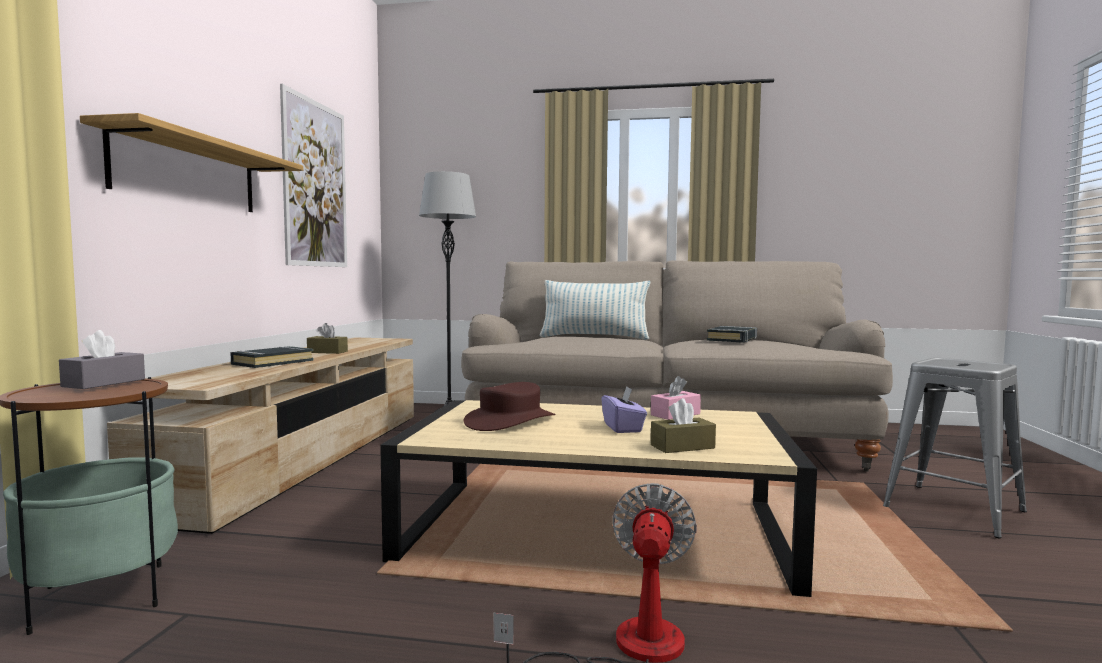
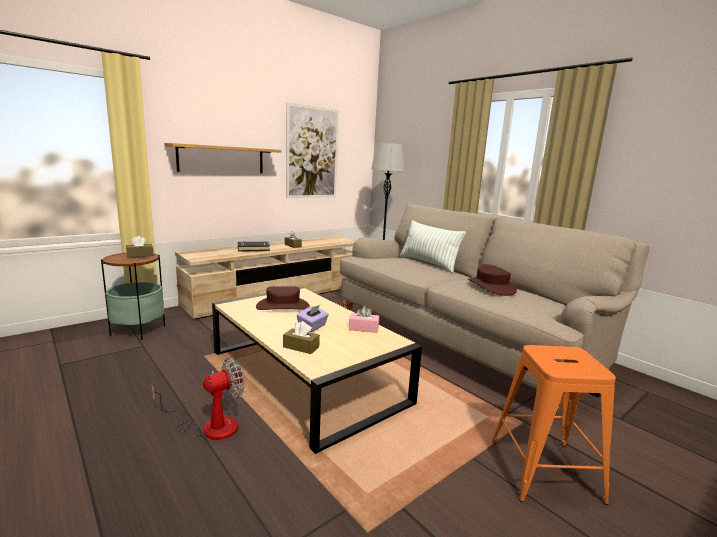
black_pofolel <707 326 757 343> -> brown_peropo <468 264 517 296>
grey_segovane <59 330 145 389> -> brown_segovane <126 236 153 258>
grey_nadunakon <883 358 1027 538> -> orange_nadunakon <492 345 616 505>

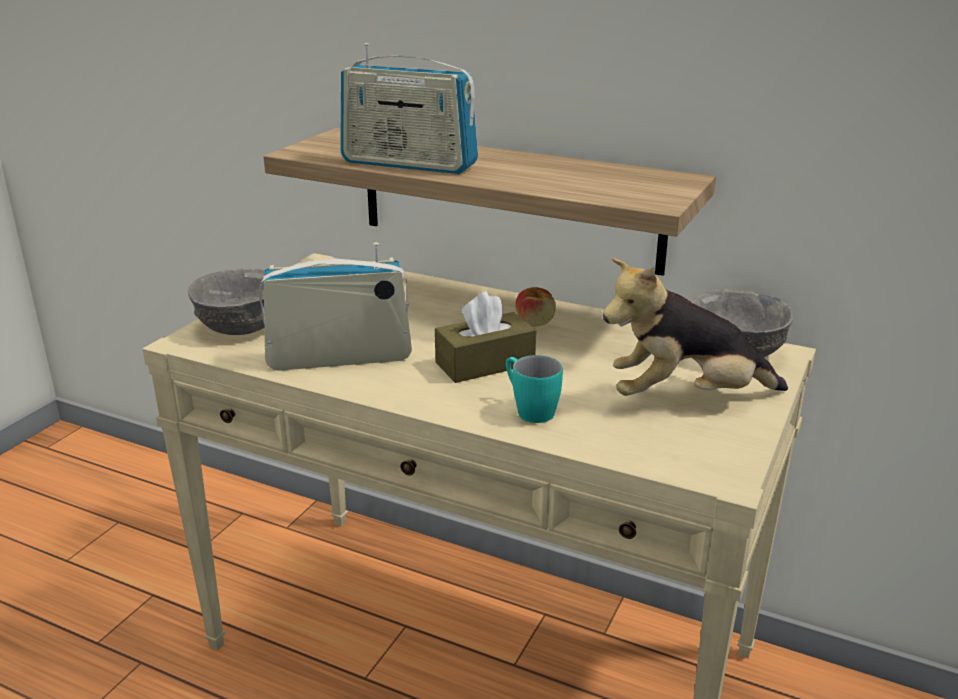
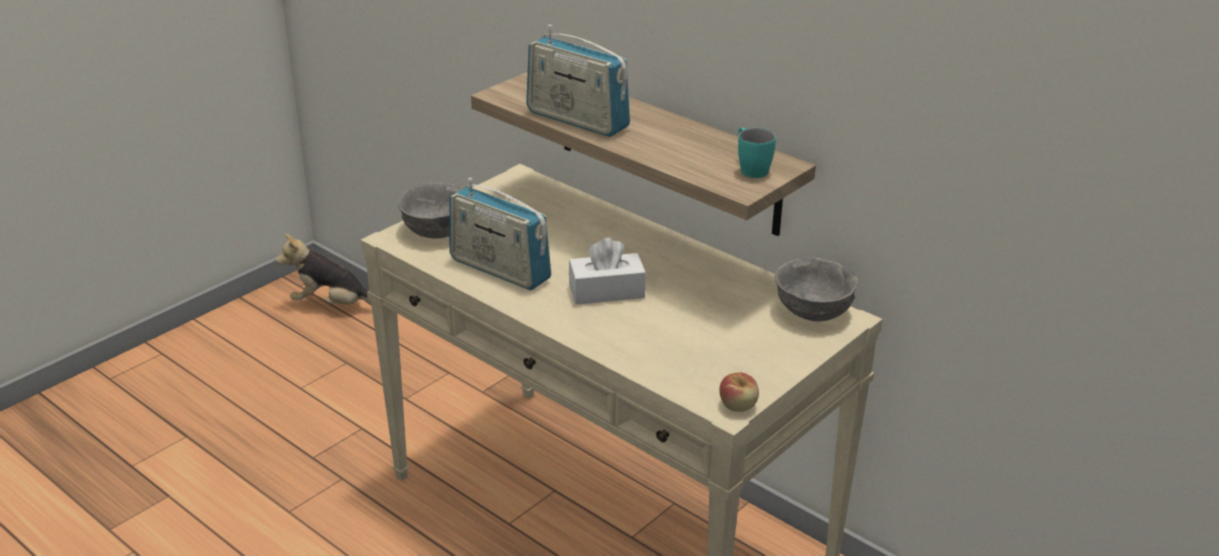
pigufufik <259 242 412 371> -> pigufufik <449 178 551 290>, 150 degrees counterclockwise
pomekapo <602 258 788 396> -> pomekapo <276 233 371 305>, shifted
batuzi <515 287 556 326> -> batuzi <719 372 759 412>, shifted
brown_segovane <435 292 536 383> -> white_segovane <569 238 646 305>
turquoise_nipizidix <506 355 563 423> -> turquoise_nipizidix <738 128 776 178>, shifted

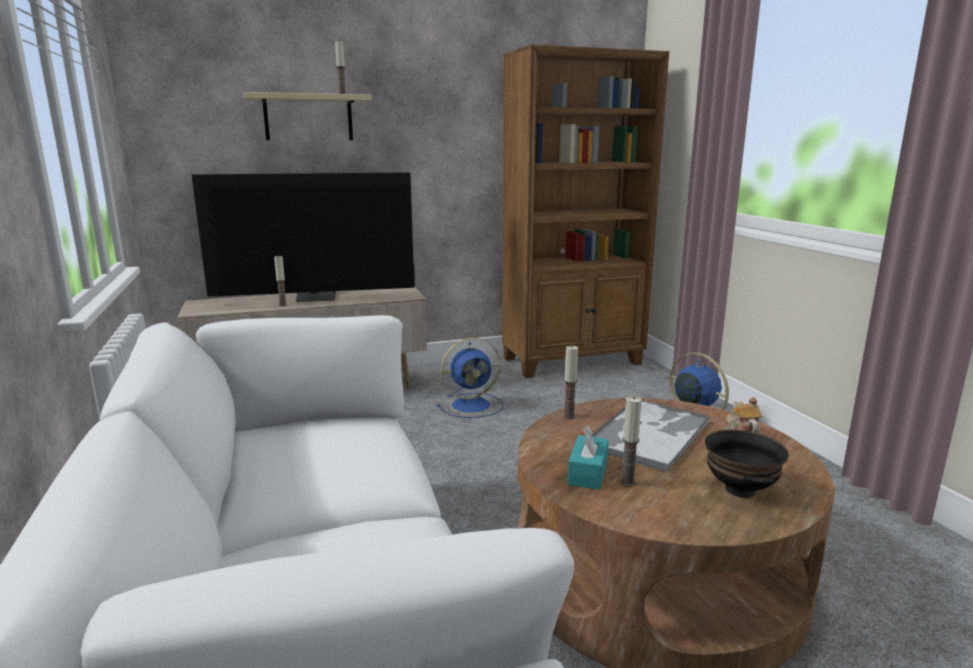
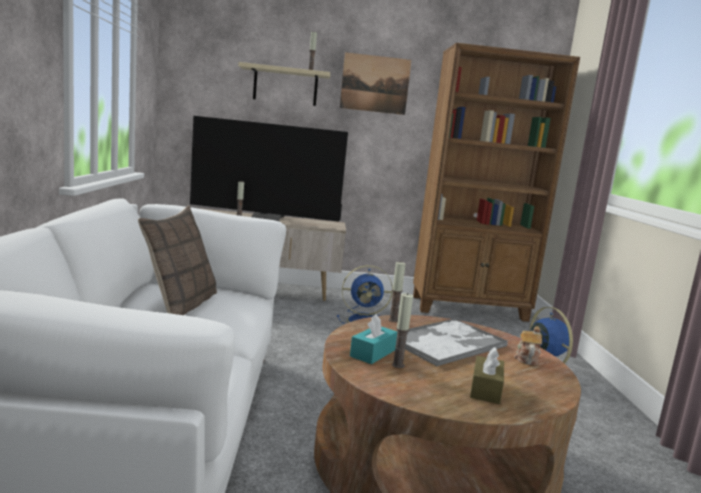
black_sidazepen <705 429 789 498> -> brown_segovane <470 347 504 404>
none -> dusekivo <340 52 411 115>
none -> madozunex <138 205 217 315>

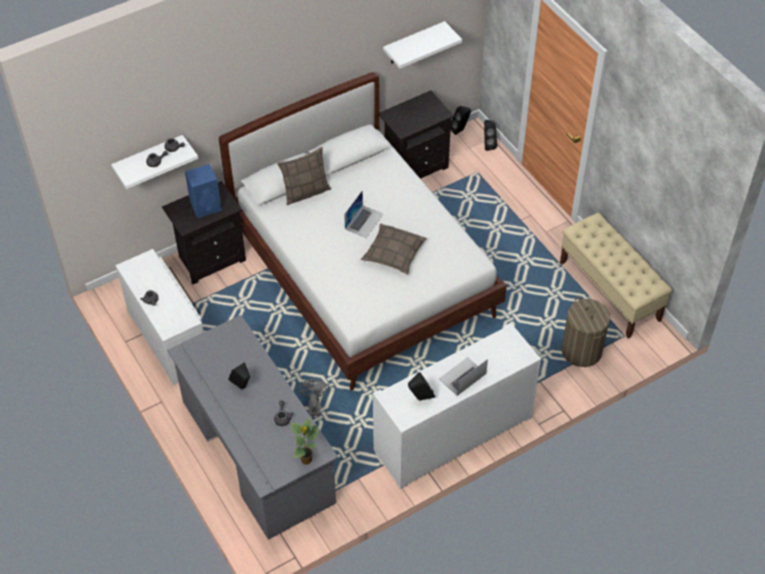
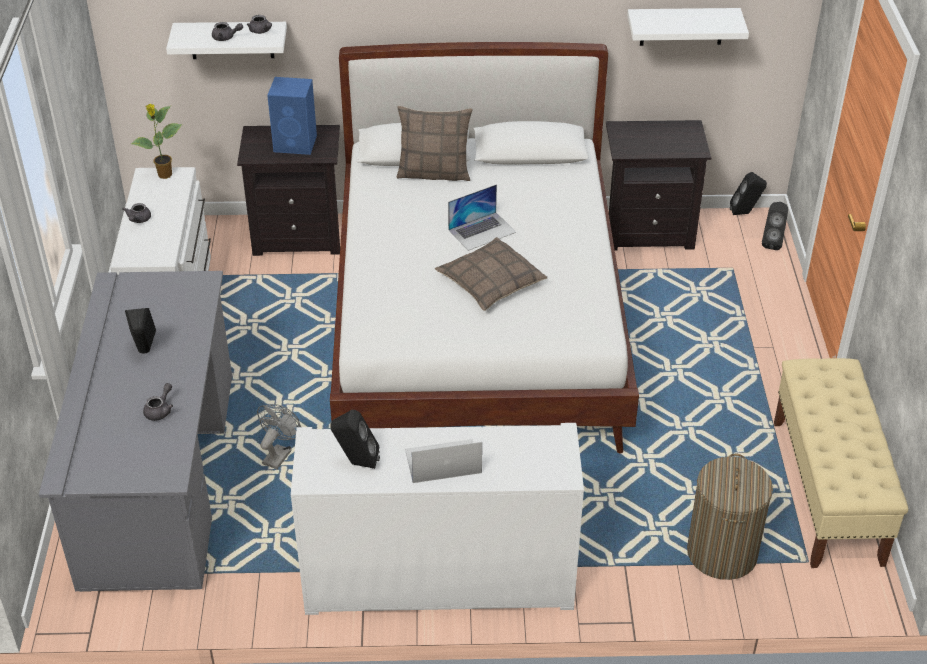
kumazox <291 418 318 465> -> kumazox <131 104 182 179>, shifted

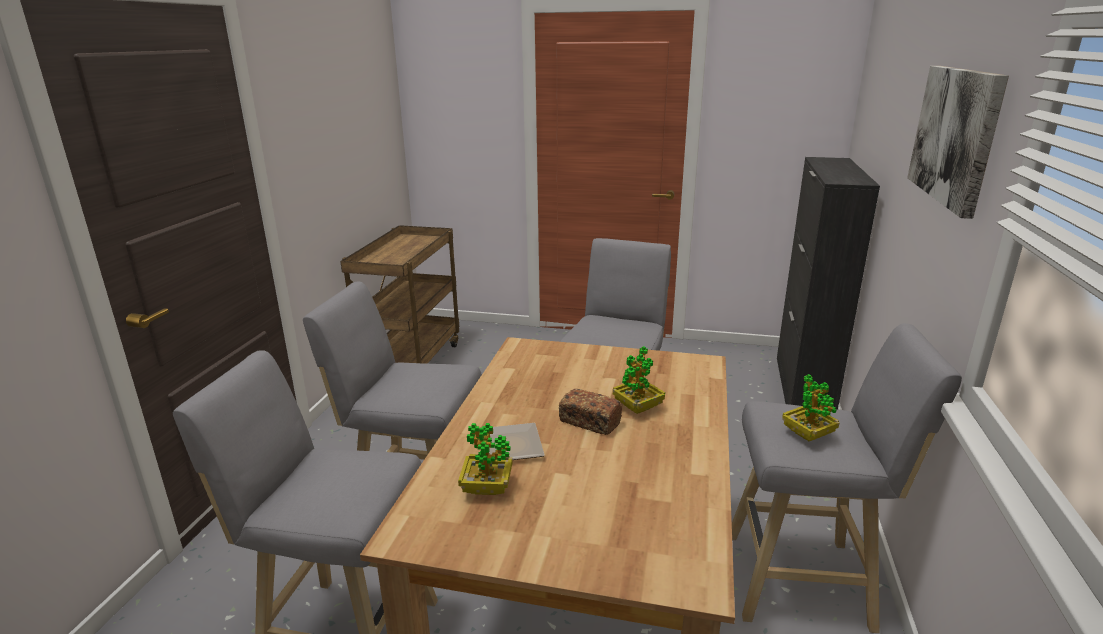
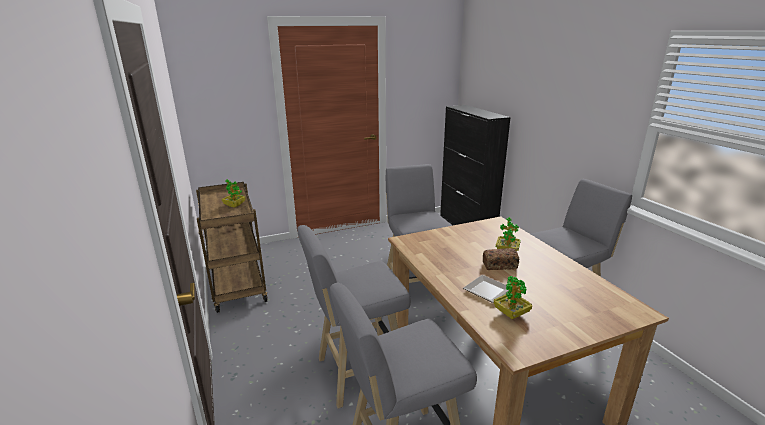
dusekivo <907 66 1009 219> -> none
kumazox <782 374 839 441> -> kumazox <222 179 246 208>, shifted

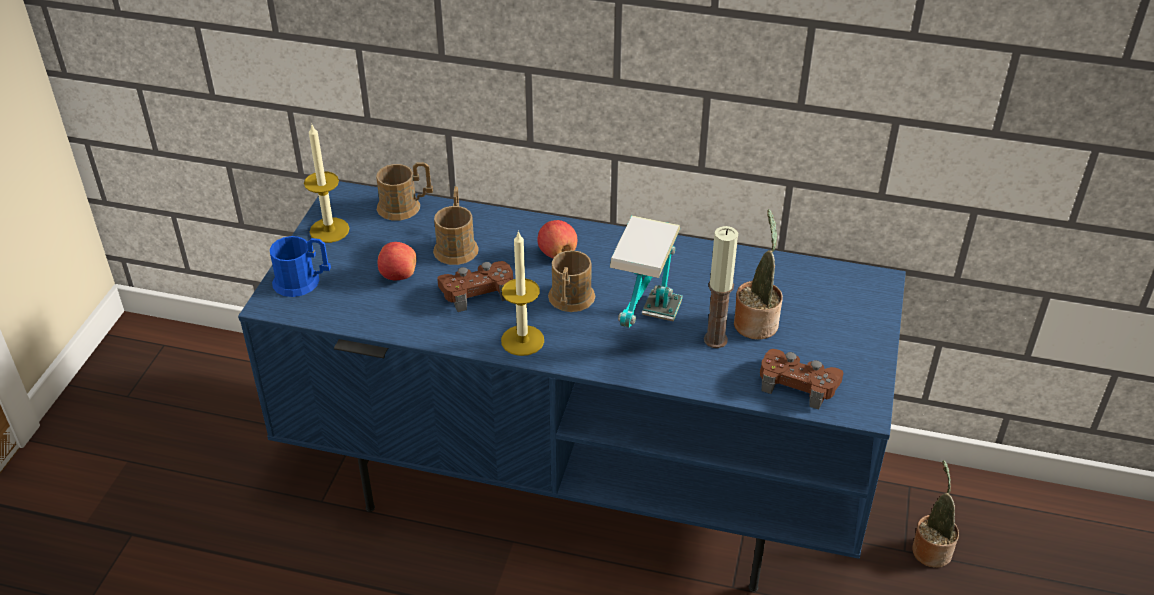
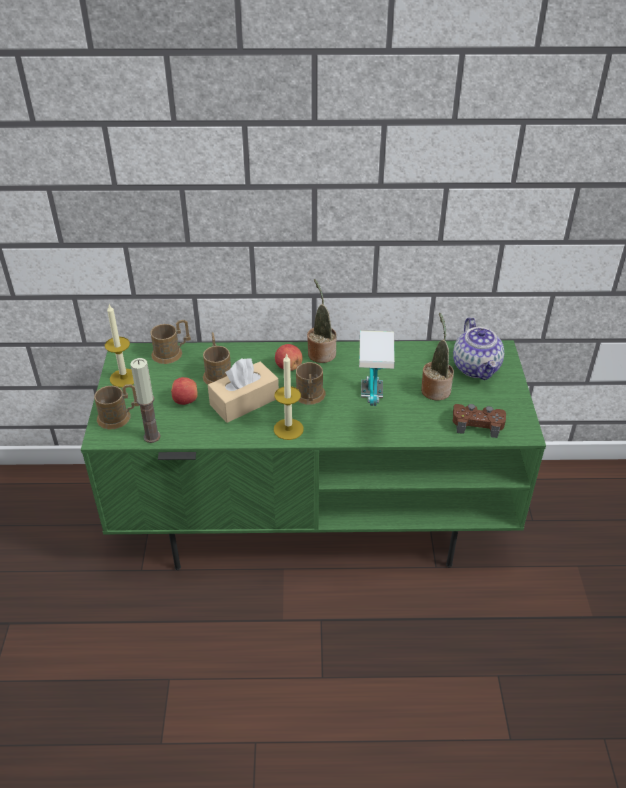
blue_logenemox <238 181 906 592> -> green_logenemox <81 340 546 570>
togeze <704 226 738 348> -> togeze <130 358 161 443>, shifted
blue_nipizidix <270 236 331 297> -> brown_nipizidix <94 384 139 430>
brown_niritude <437 261 513 312> -> beige_segovane <208 358 279 423>
kumazox <912 460 959 568> -> kumazox <307 279 337 363>, shifted
none -> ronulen <453 317 504 380>

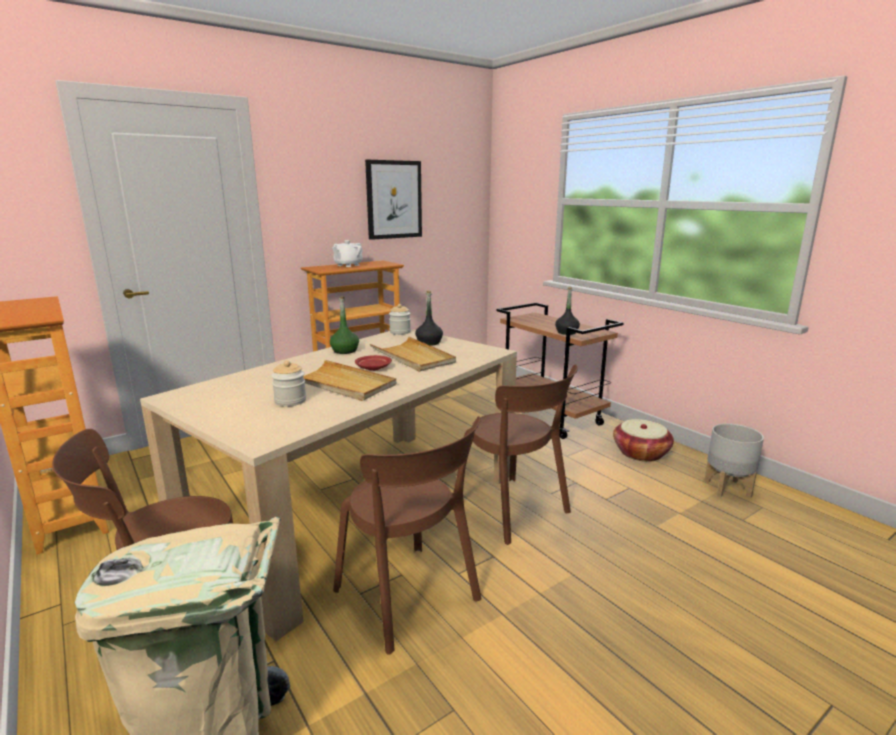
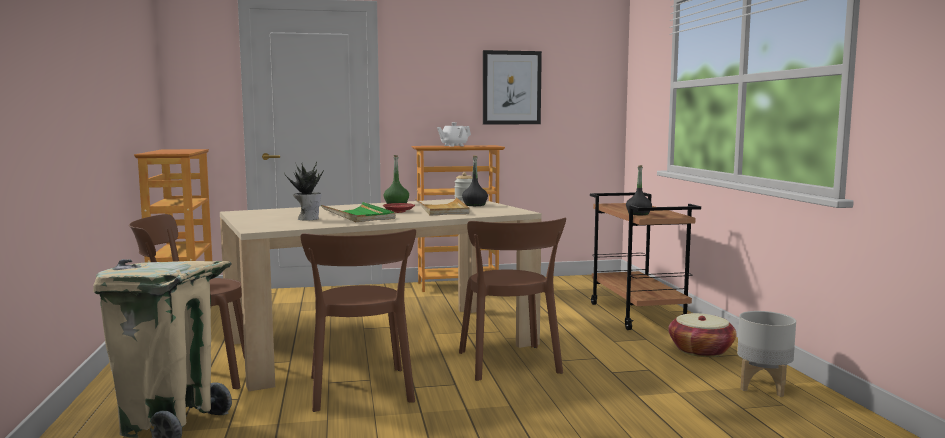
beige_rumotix <303 360 396 401> -> green_rumotix <321 202 396 222>
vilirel <272 361 306 407> -> kumazox <284 161 324 221>

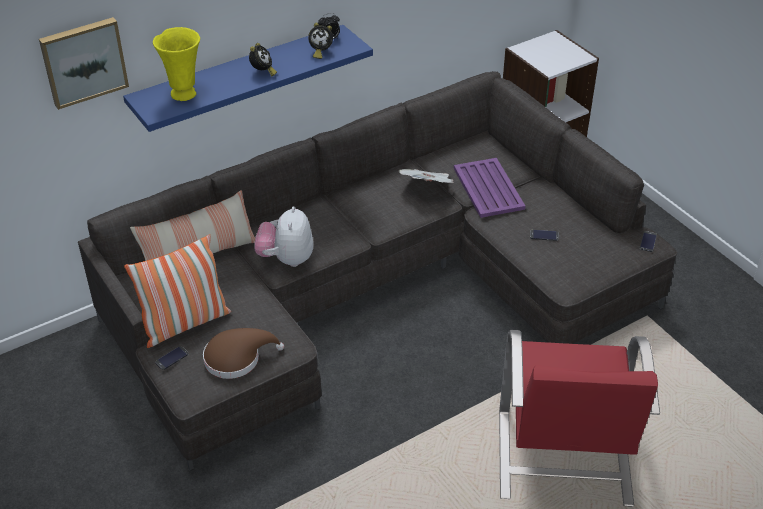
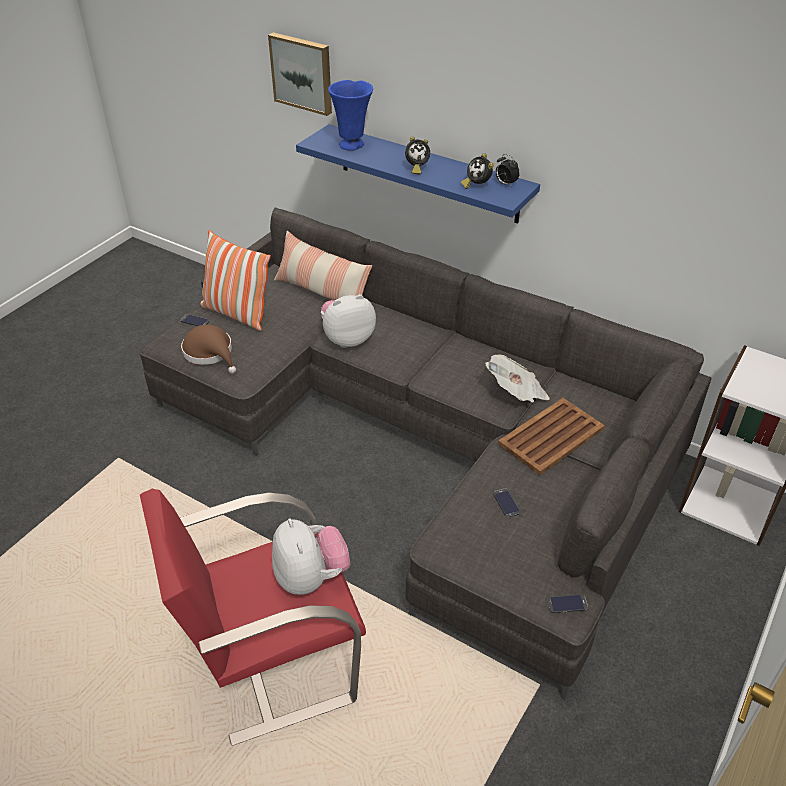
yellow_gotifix <153 27 200 101> -> blue_gotifix <328 80 373 151>
purple_rumotix <454 158 526 218> -> brown_rumotix <498 398 605 475>
none -> pomekapo <272 518 351 595>

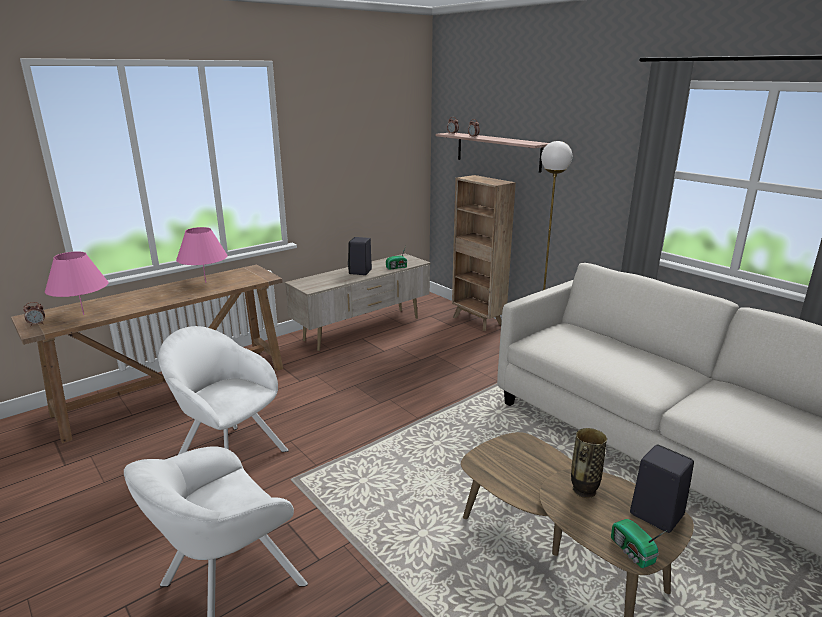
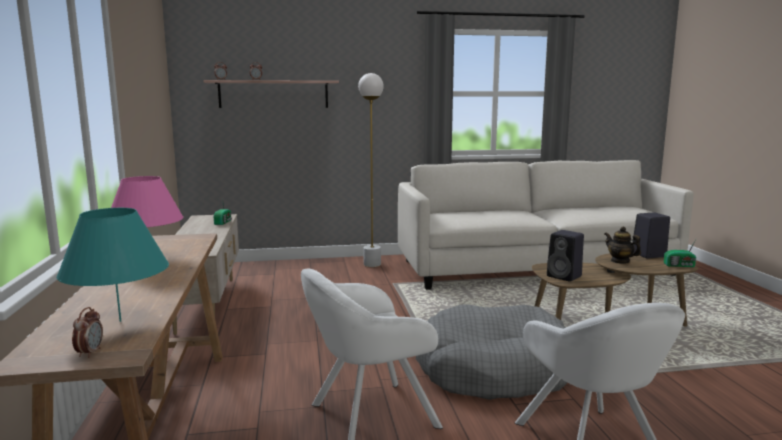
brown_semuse <452 175 516 331> -> none
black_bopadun <348 237 372 275> -> black_bopadun <547 230 584 282>, shifted
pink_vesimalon <45 252 108 315> -> turquoise_vesimalon <57 208 169 322>
gotifix <571 428 607 498> -> ronulen <605 226 641 264>
none -> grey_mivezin <416 305 567 400>

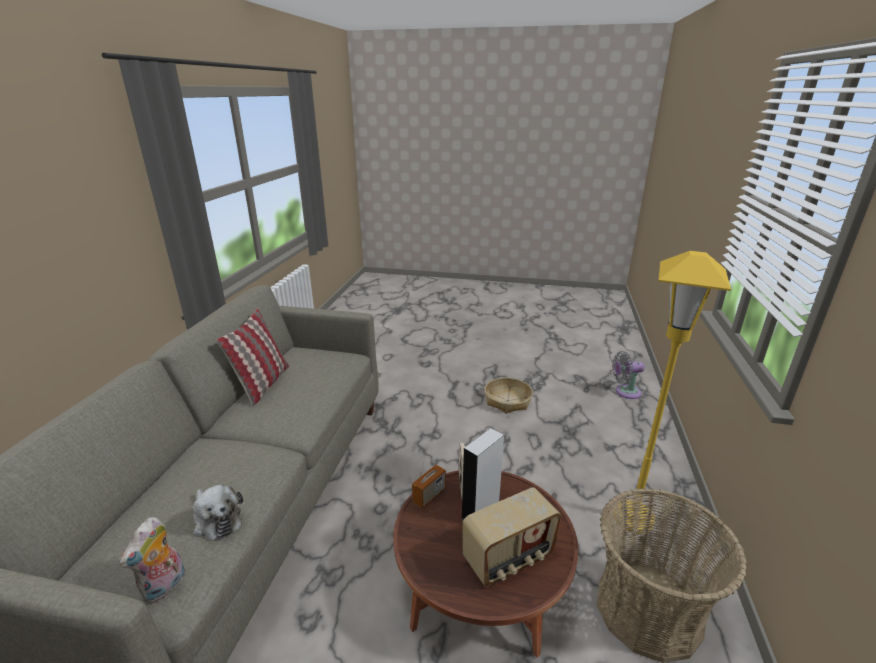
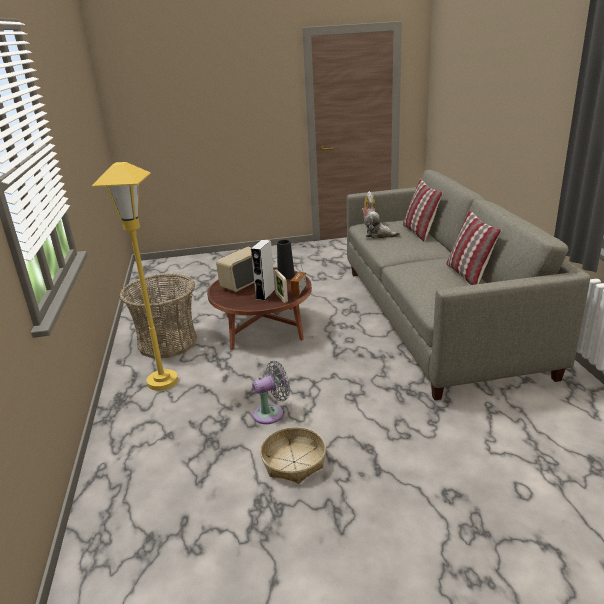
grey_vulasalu <612 351 644 399> -> grey_vulasalu <252 361 290 424>, shifted
none -> madozunex <403 179 443 241>
none -> black_gotifix <277 240 295 279>

